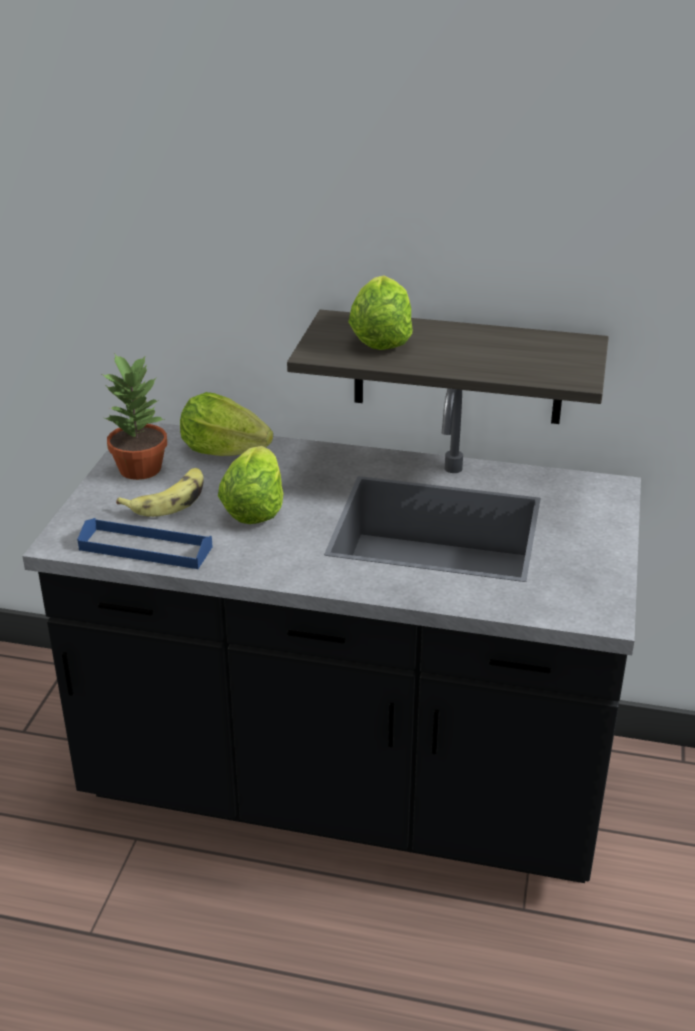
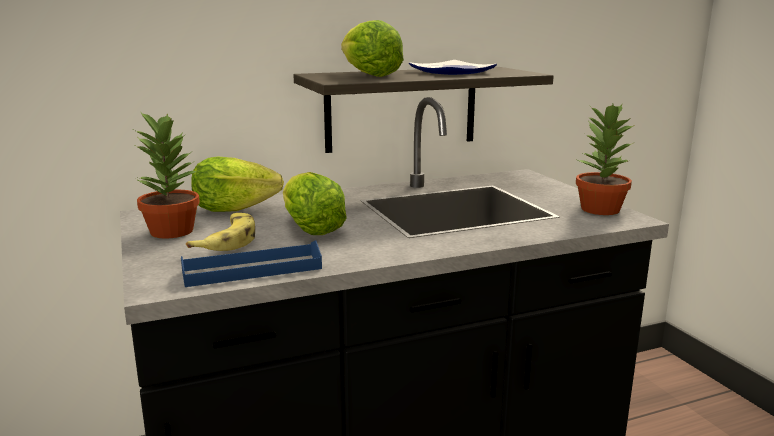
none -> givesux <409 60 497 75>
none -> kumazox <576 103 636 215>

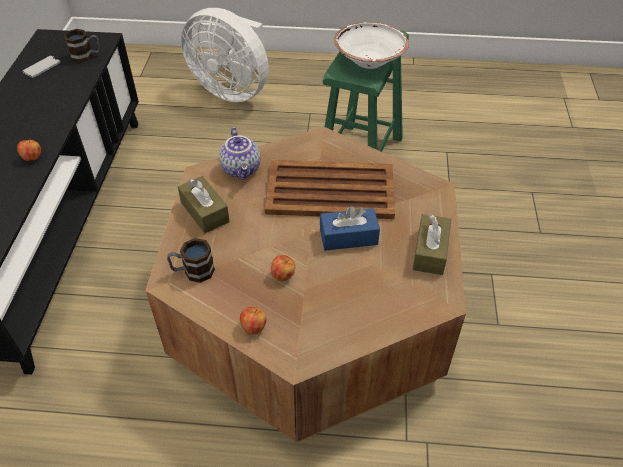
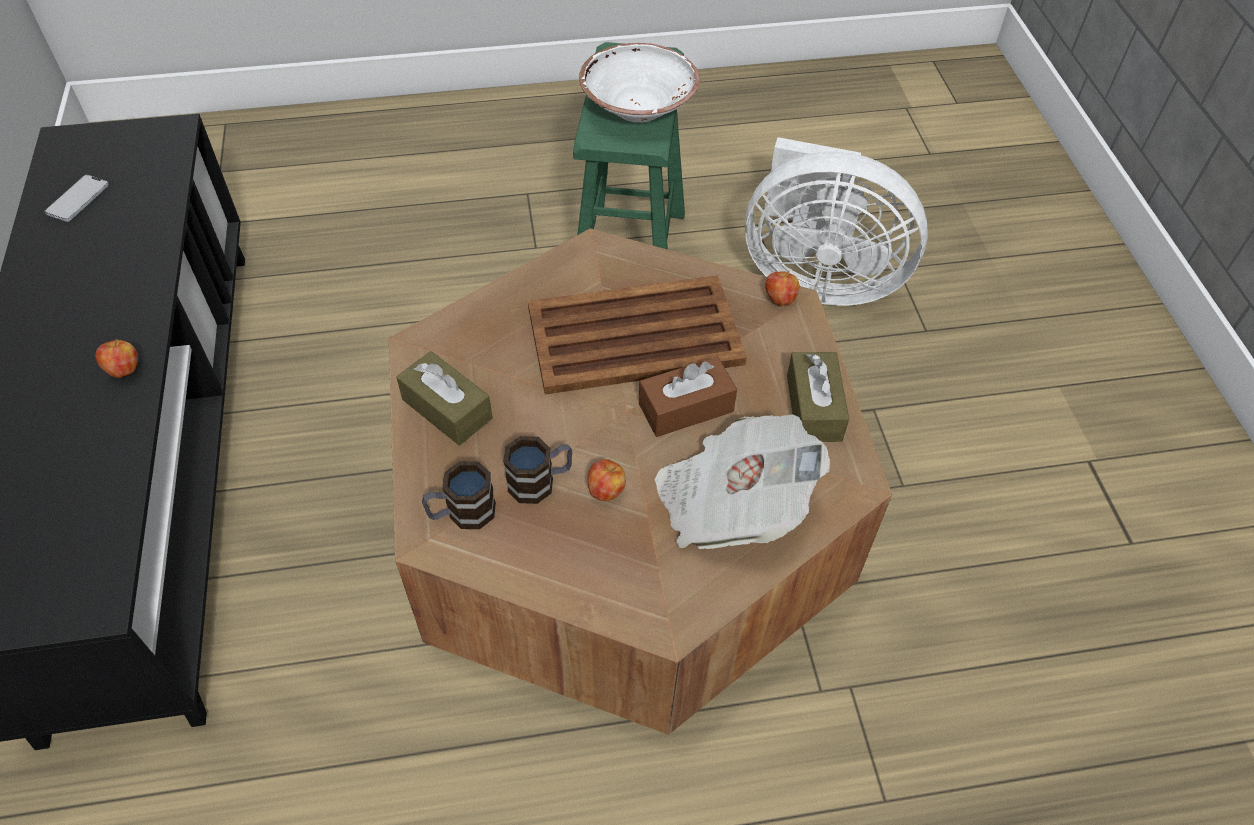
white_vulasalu <181 8 269 102> -> white_vulasalu <745 137 928 306>, shifted
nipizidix <64 29 100 63> -> nipizidix <503 436 572 504>, shifted
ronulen <219 127 261 179> -> none
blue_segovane <320 206 380 251> -> brown_segovane <639 357 737 437>
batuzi <240 307 266 335> -> batuzi <765 271 799 306>, shifted
none -> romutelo <655 414 830 549>

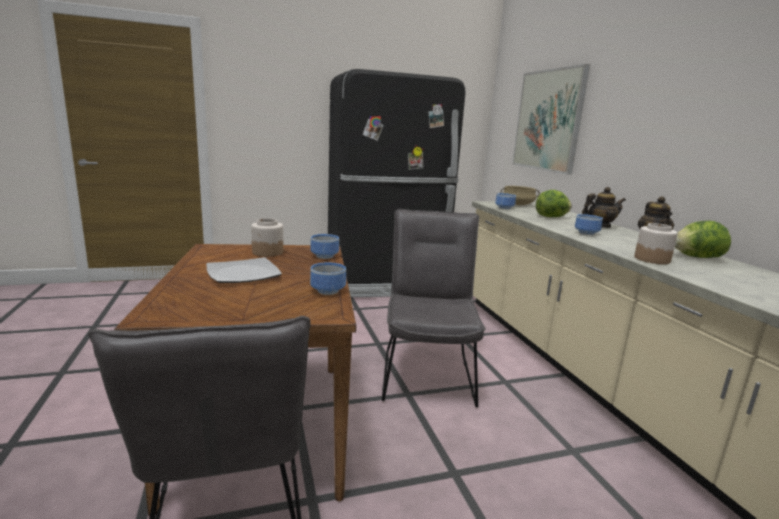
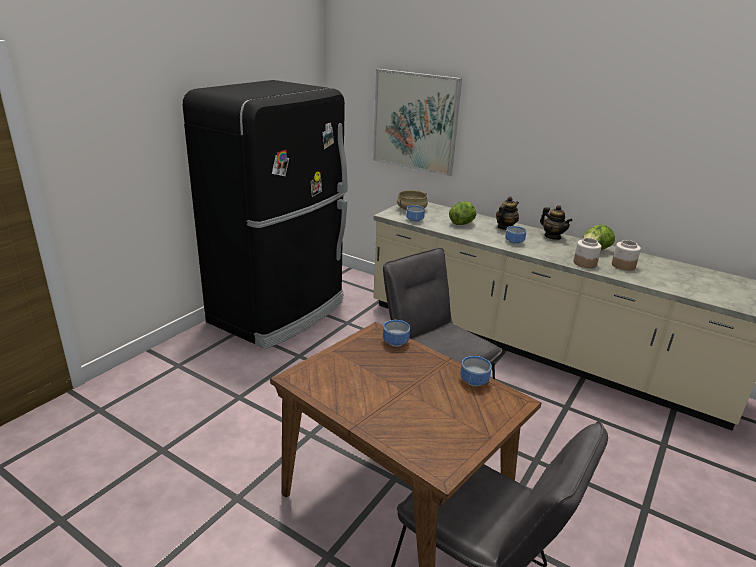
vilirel <251 218 283 257> -> vilirel <612 240 641 271>, shifted
givesux <206 257 282 283> -> none

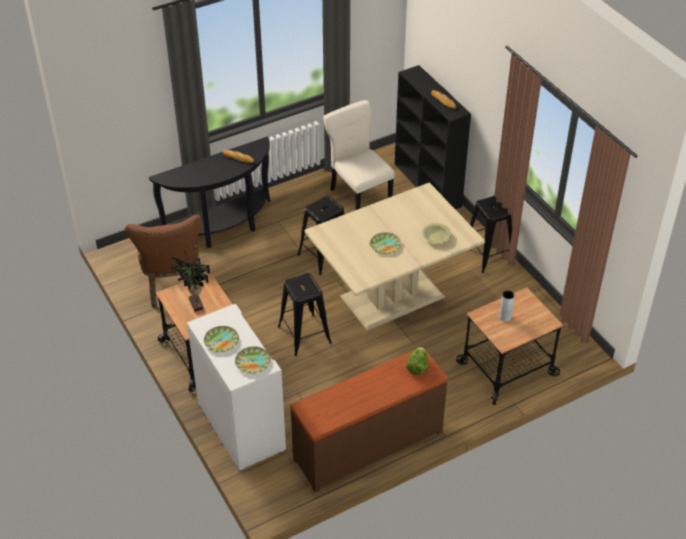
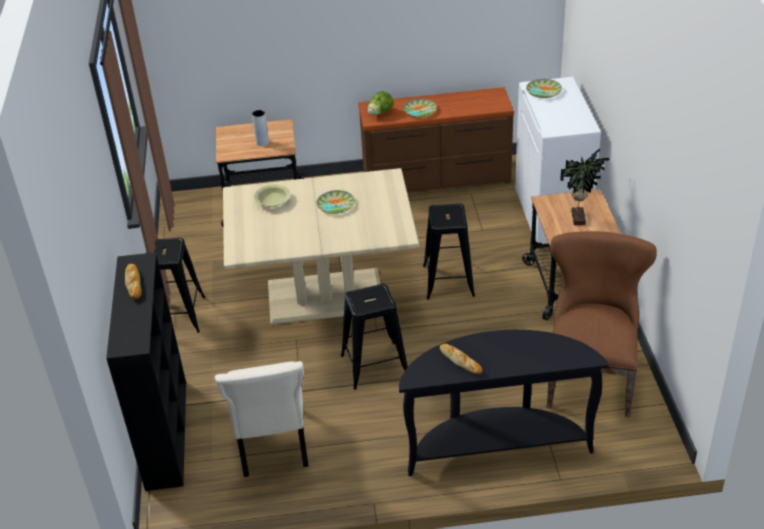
givesux <204 326 239 352> -> givesux <403 99 437 117>, shifted

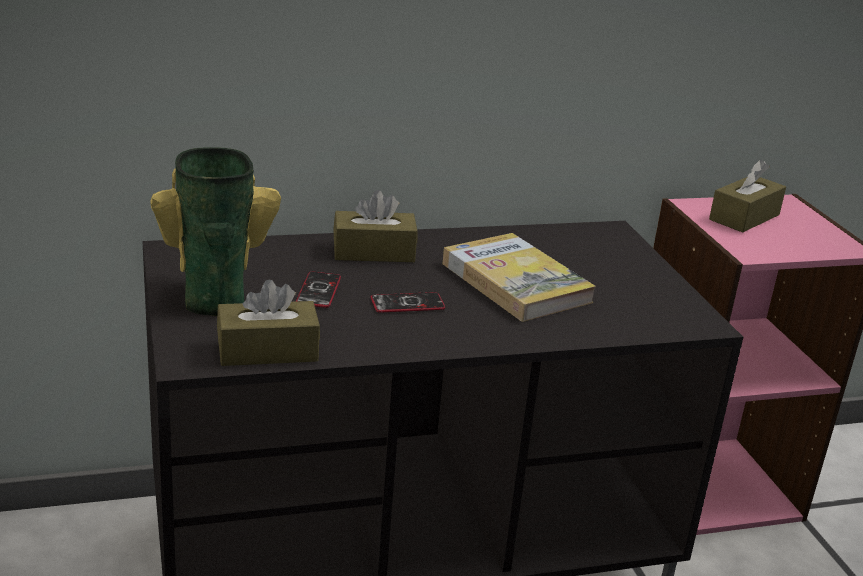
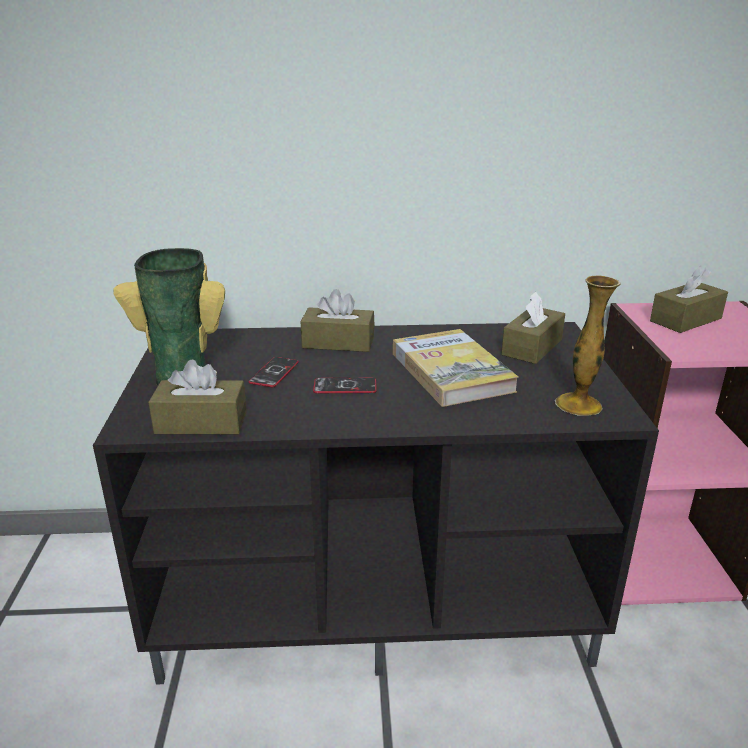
none -> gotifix <555 276 621 415>
none -> brown_segovane <501 291 565 364>

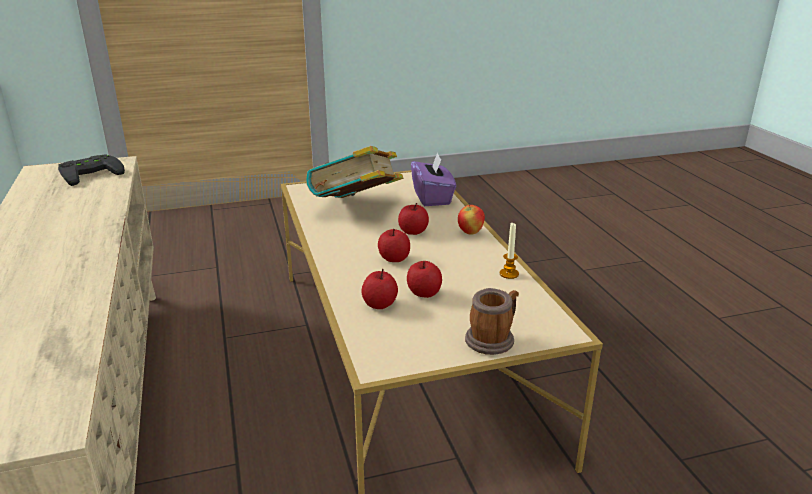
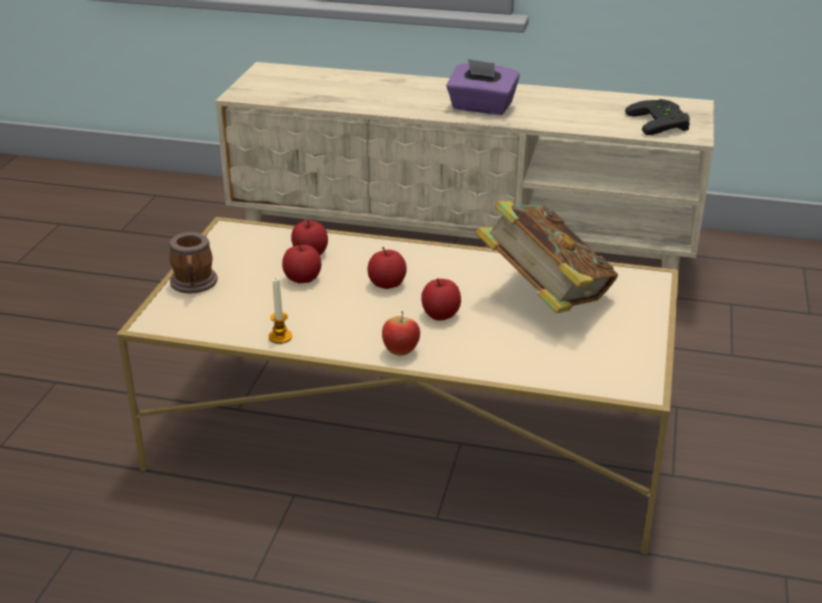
purple_segovane <411 152 456 206> -> purple_segovane <446 59 520 115>, shifted

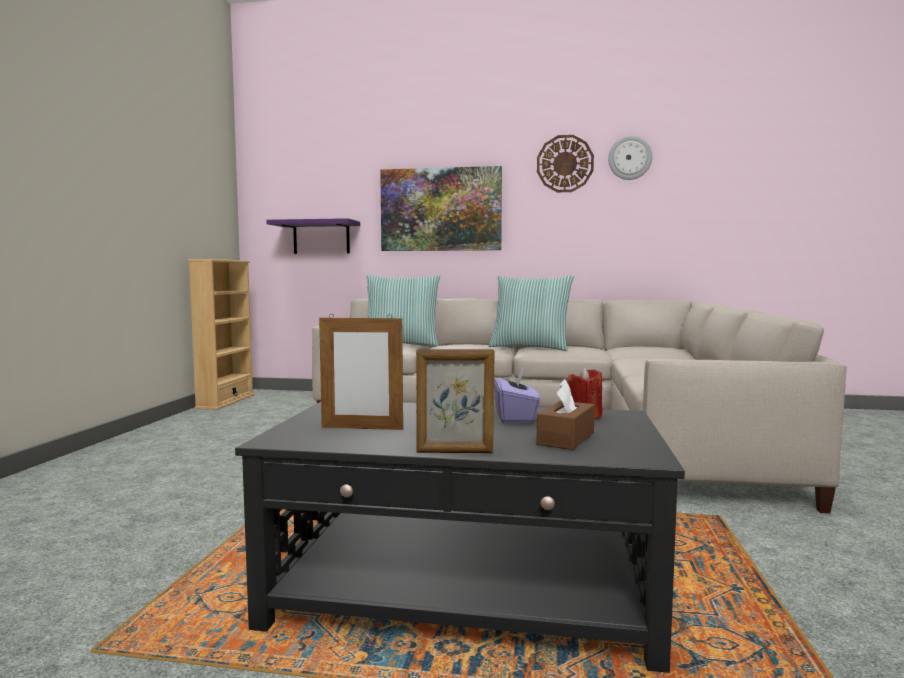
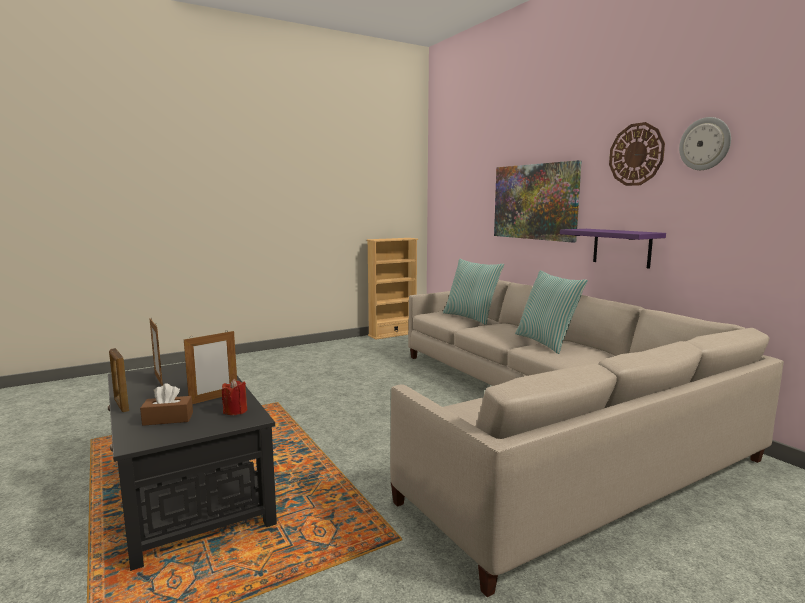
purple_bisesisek <266 218 360 254> -> purple_bisesisek <560 229 666 269>, shifted
purple_segovane <494 368 540 423> -> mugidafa <184 330 237 404>

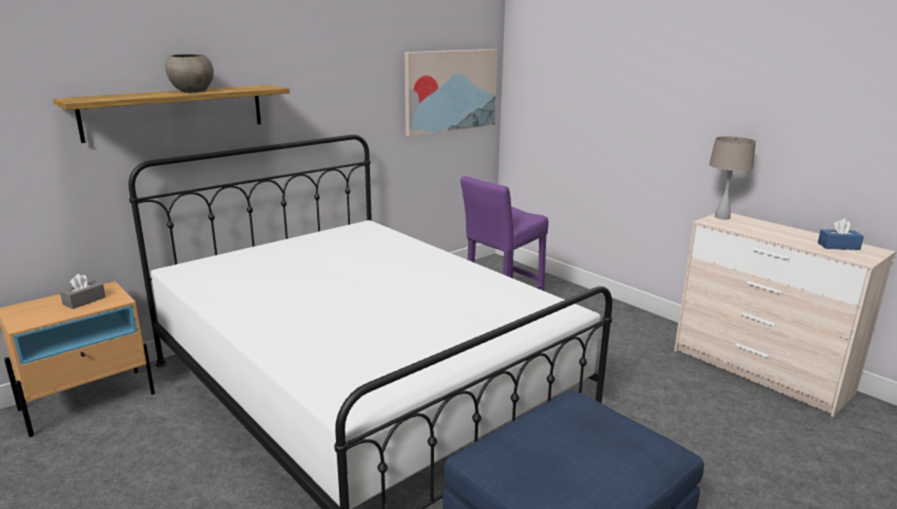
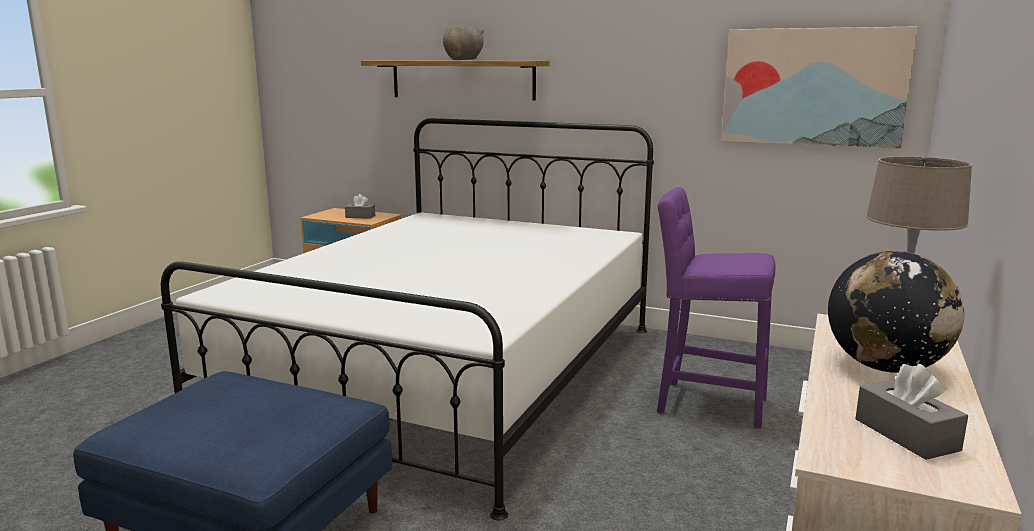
blue_segovane <818 219 864 250> -> grey_segovane <855 364 968 460>
none -> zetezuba <828 251 964 373>

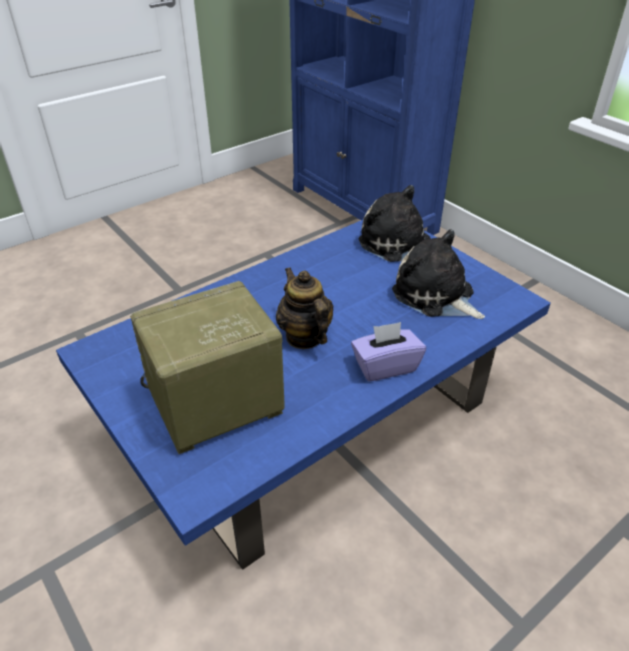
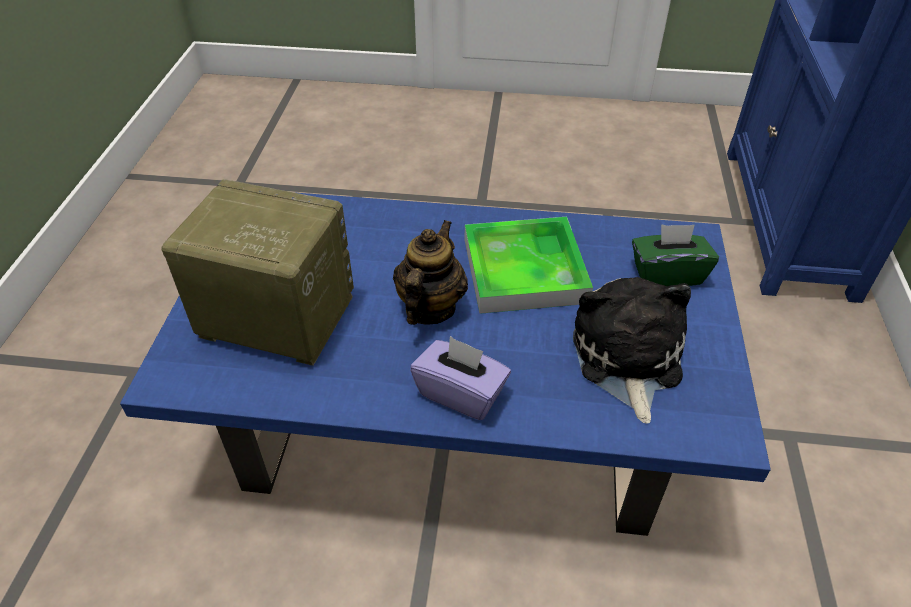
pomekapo <358 185 431 262> -> green_segovane <632 224 719 286>
none -> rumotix <465 217 593 314>

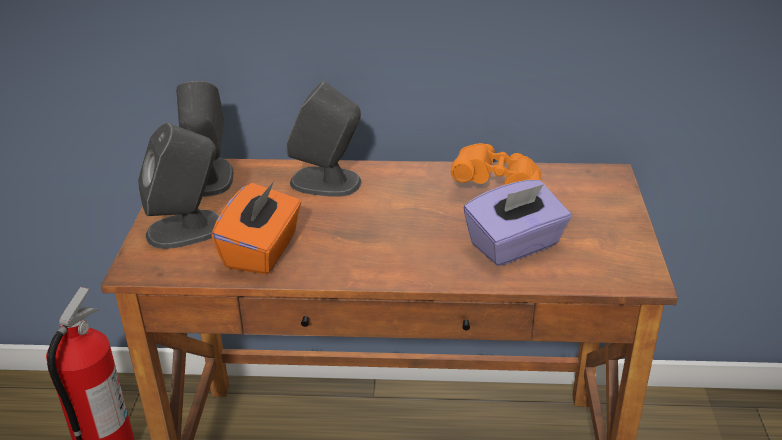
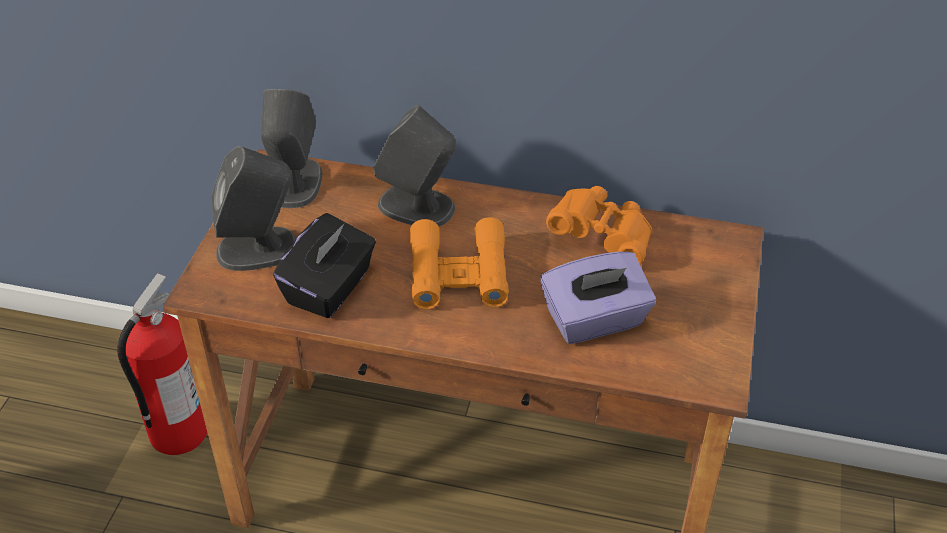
orange_segovane <212 183 301 275> -> black_segovane <273 213 376 318>
none -> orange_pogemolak <410 217 509 310>

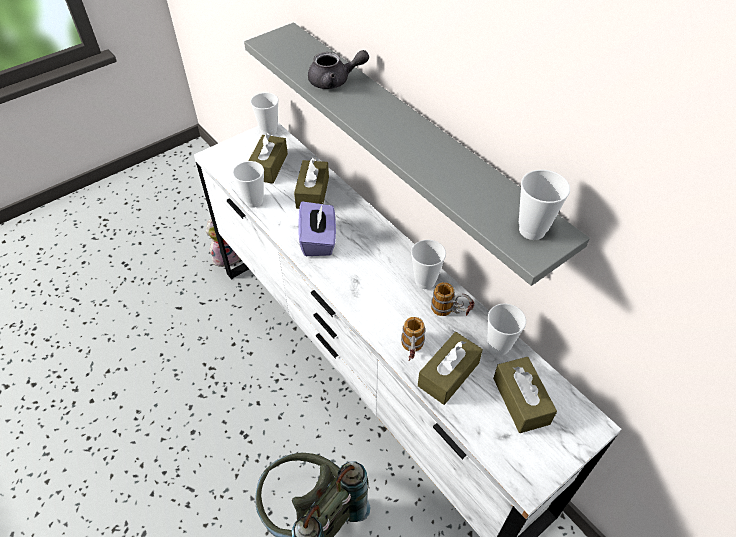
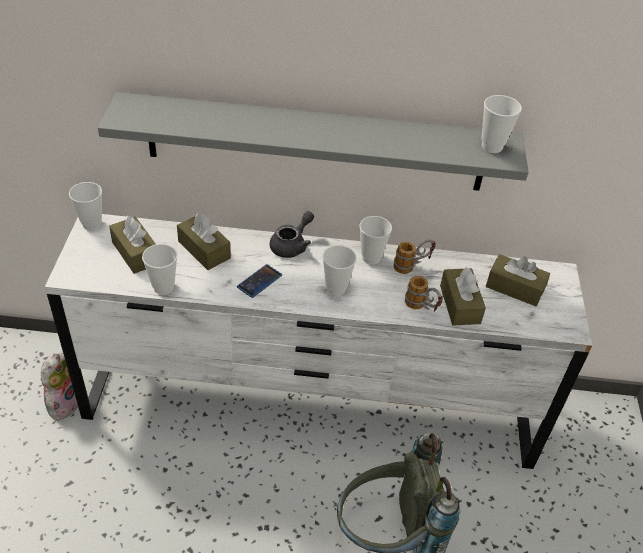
grey_ronulen <308 50 369 89> -> grey_ronulen <270 211 314 258>, shifted
purple_segovane <298 202 336 256> -> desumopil <237 264 282 298>
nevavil <487 303 526 356> -> nevavil <322 245 357 295>, shifted

